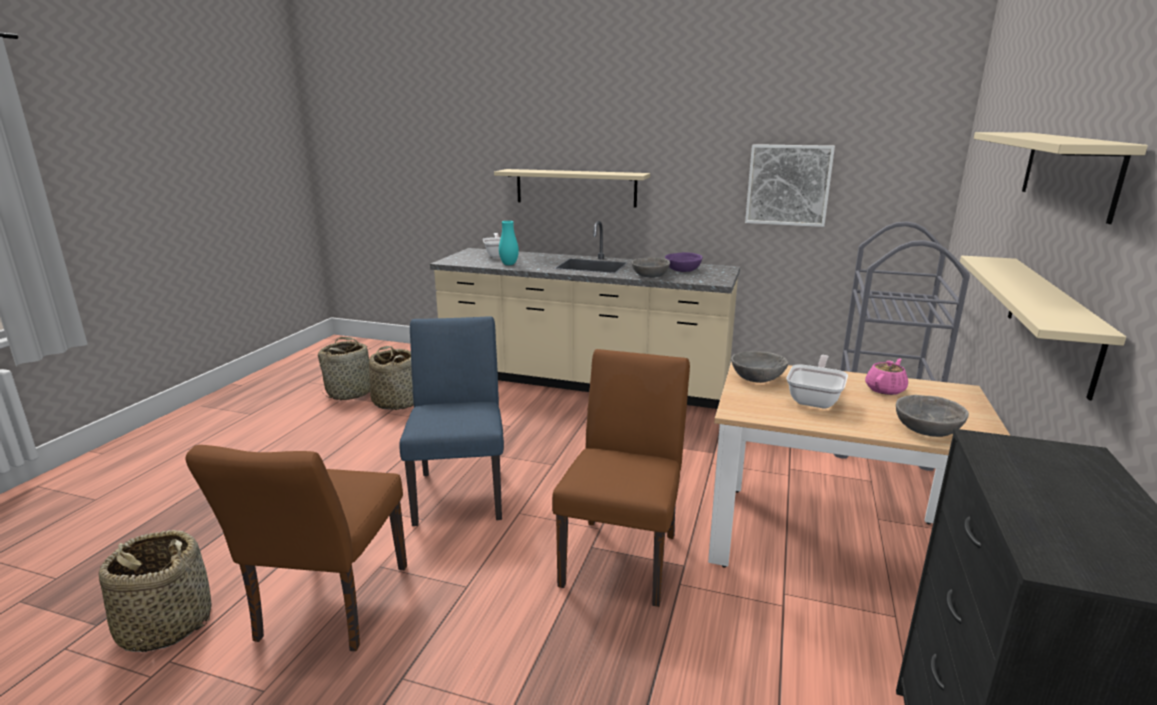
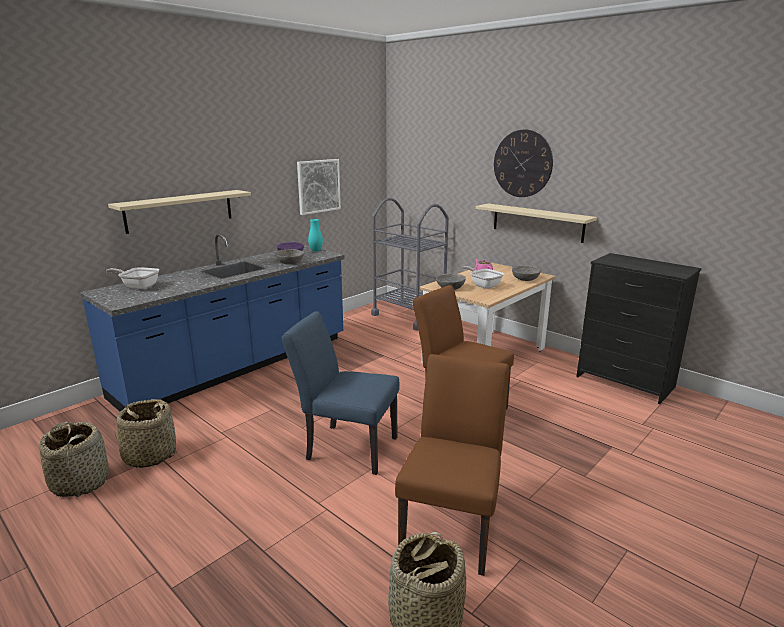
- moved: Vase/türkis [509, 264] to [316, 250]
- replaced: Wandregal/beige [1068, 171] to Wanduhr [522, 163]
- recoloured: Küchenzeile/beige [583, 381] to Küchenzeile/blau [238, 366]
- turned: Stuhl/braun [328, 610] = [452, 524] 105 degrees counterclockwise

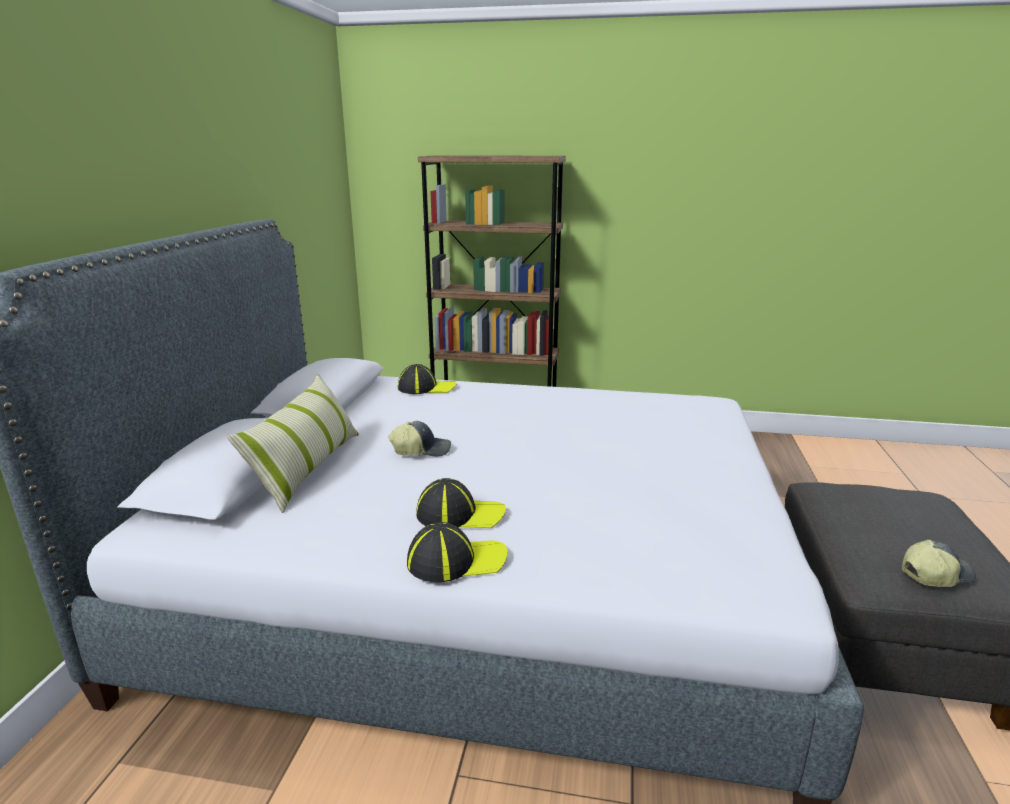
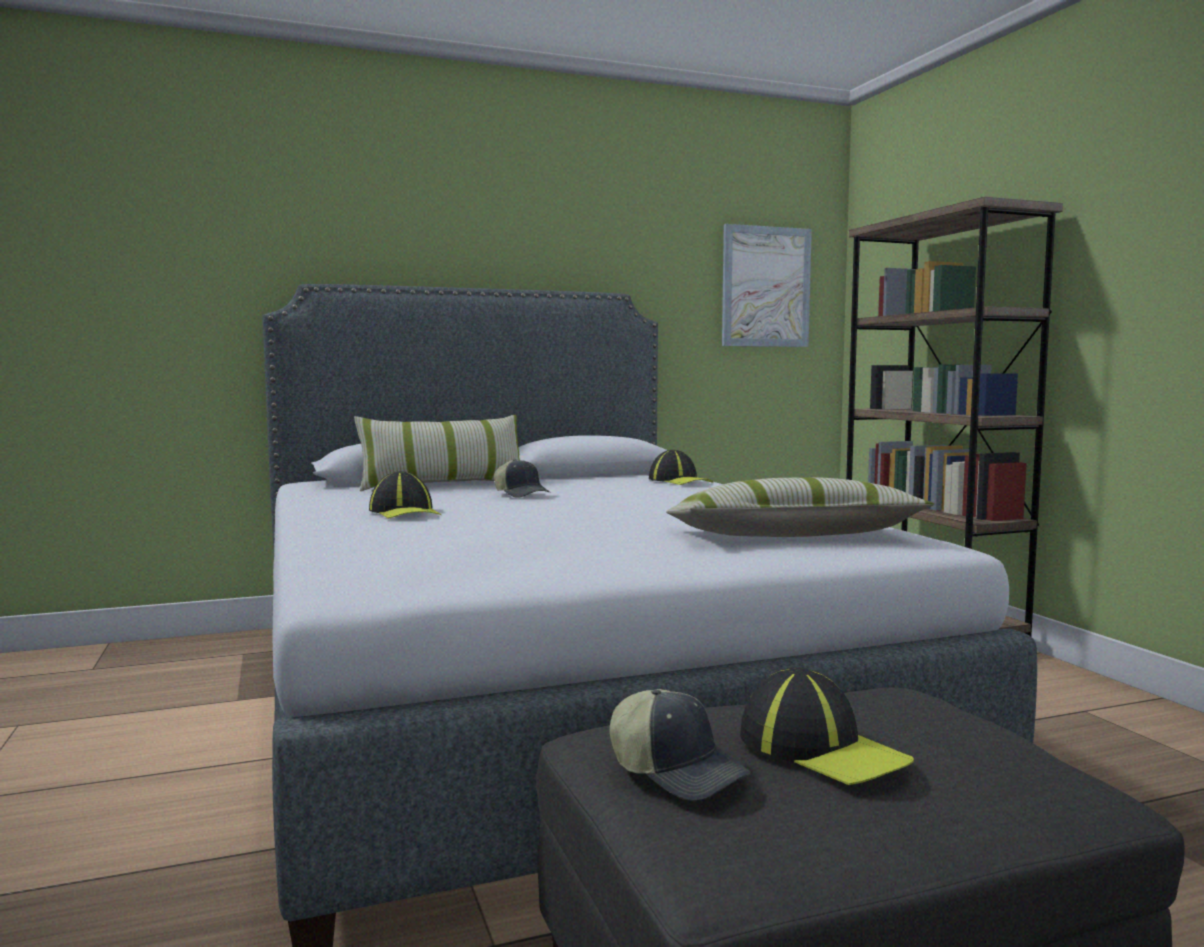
- added: Kissen [793, 537]
- added: Bild [766, 287]
- moved: Kappe [456, 560] to [822, 749]

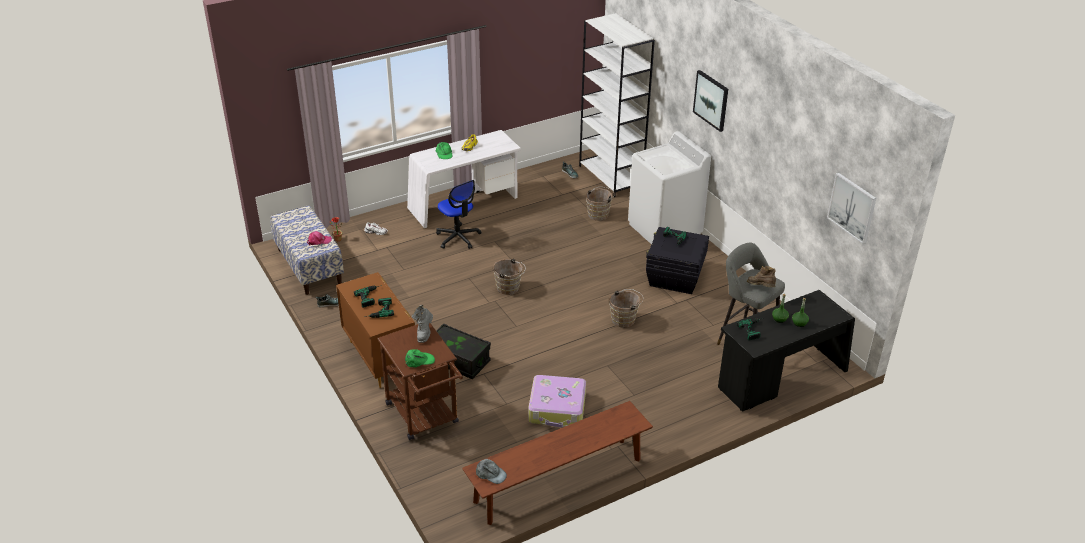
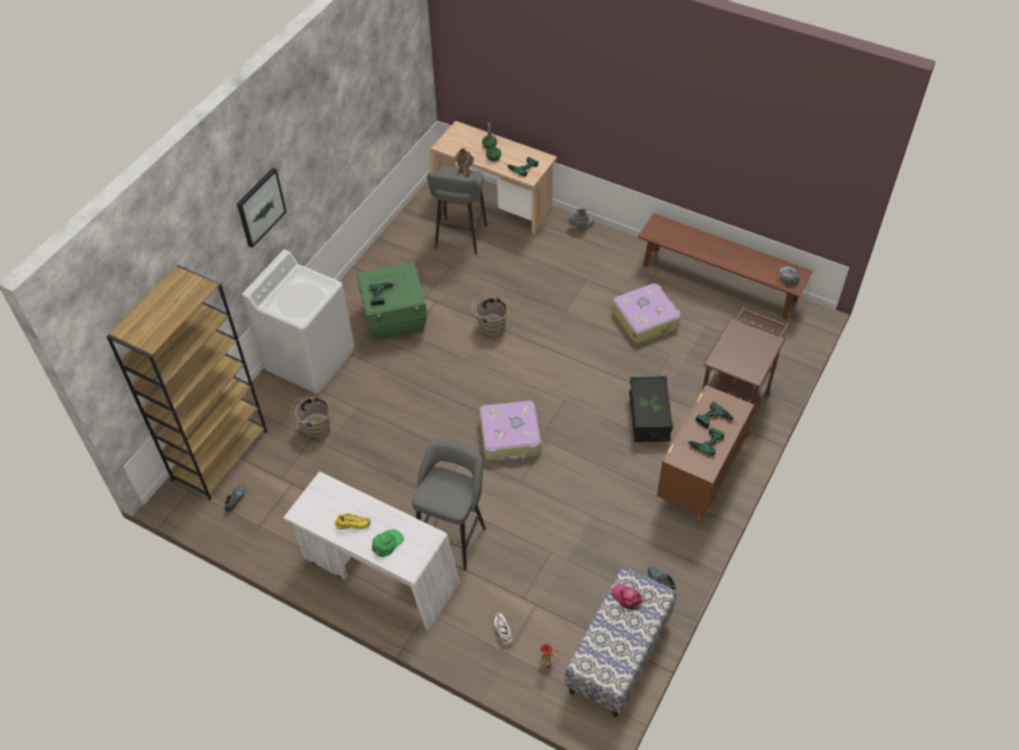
- removed: Kappe/grün [419, 360]
- removed: Bild [852, 207]
- moved: Stiefel/grau [424, 333] to [581, 226]
- replaced: Bürostuhl [458, 237] to Hocker/grau [453, 536]
- replaced: Eimer/braun [509, 288] to Koffer [510, 437]
- recoloured: Bücherregal/weiß [611, 177] to Bücherregal/braun [220, 455]
- recoloured: Aufbewahrungsbox/schwarz [674, 278] to Aufbewahrungsbox/grün [395, 318]
- recoloured: Schreibtisch/schwarz [780, 379] to Schreibtisch/beige [491, 204]

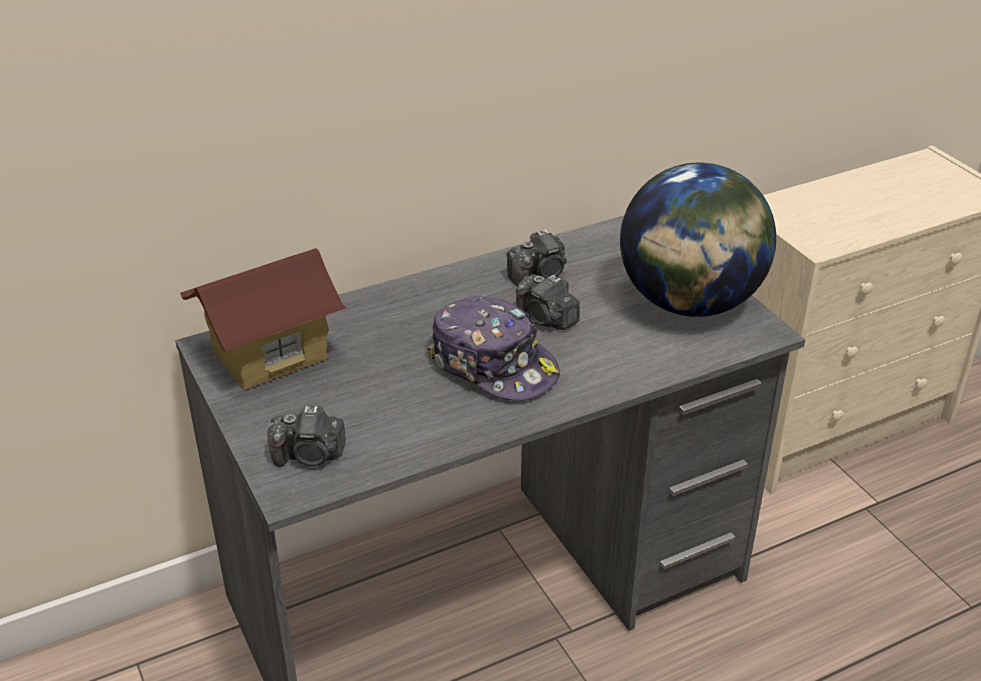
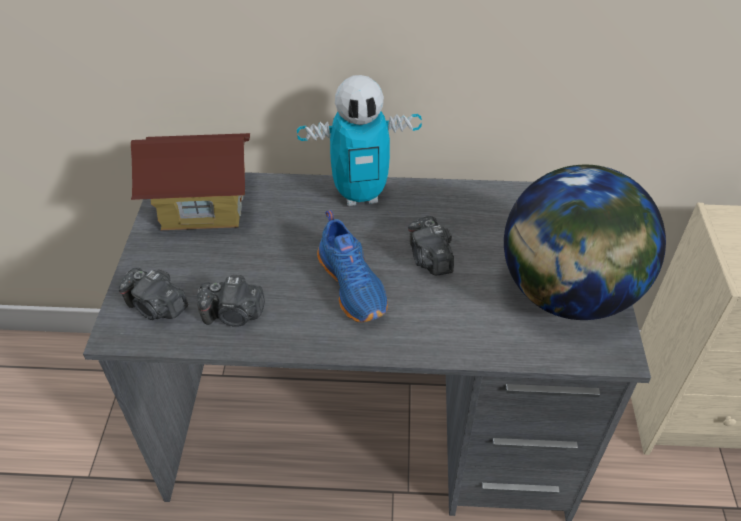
- added: Spielzeugroboter [360, 195]
- moved: Kamera [539, 275] to [234, 315]
- replaced: Kappe [494, 364] to Schuh/blau [353, 285]

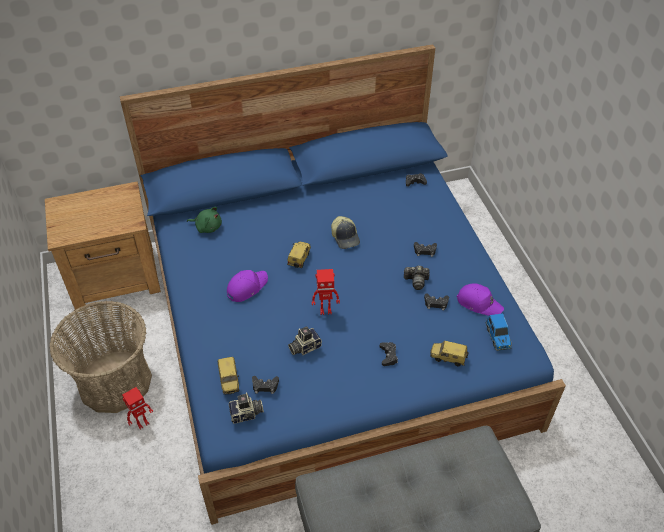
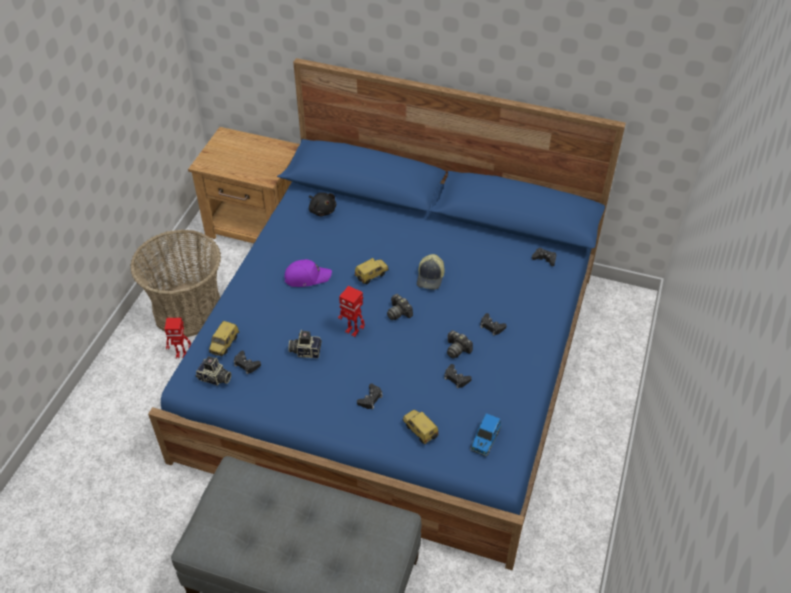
- removed: Kappe/lila [479, 303]
- added: Kamera [399, 312]
- recoloured: Plüschtier/grün [207, 227] to Plüschtier/schwarz [322, 210]

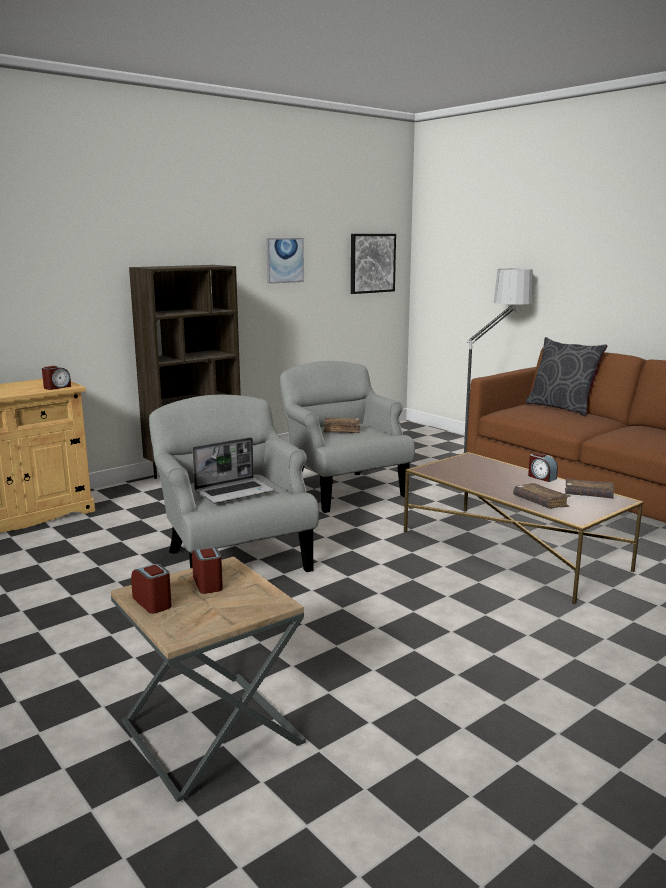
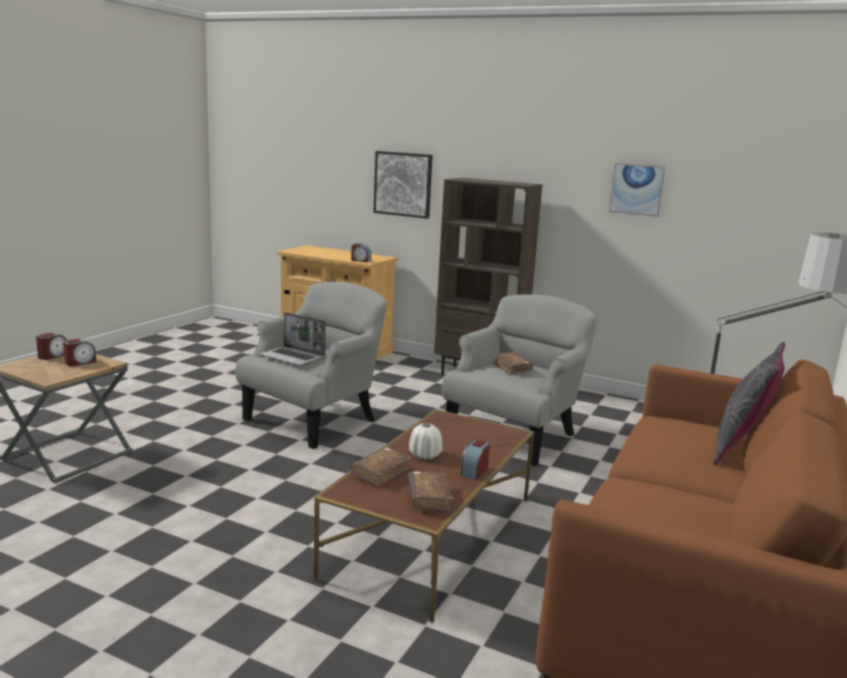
- added: Vase/weiß [425, 455]
- moved: Bild [372, 263] to [403, 184]

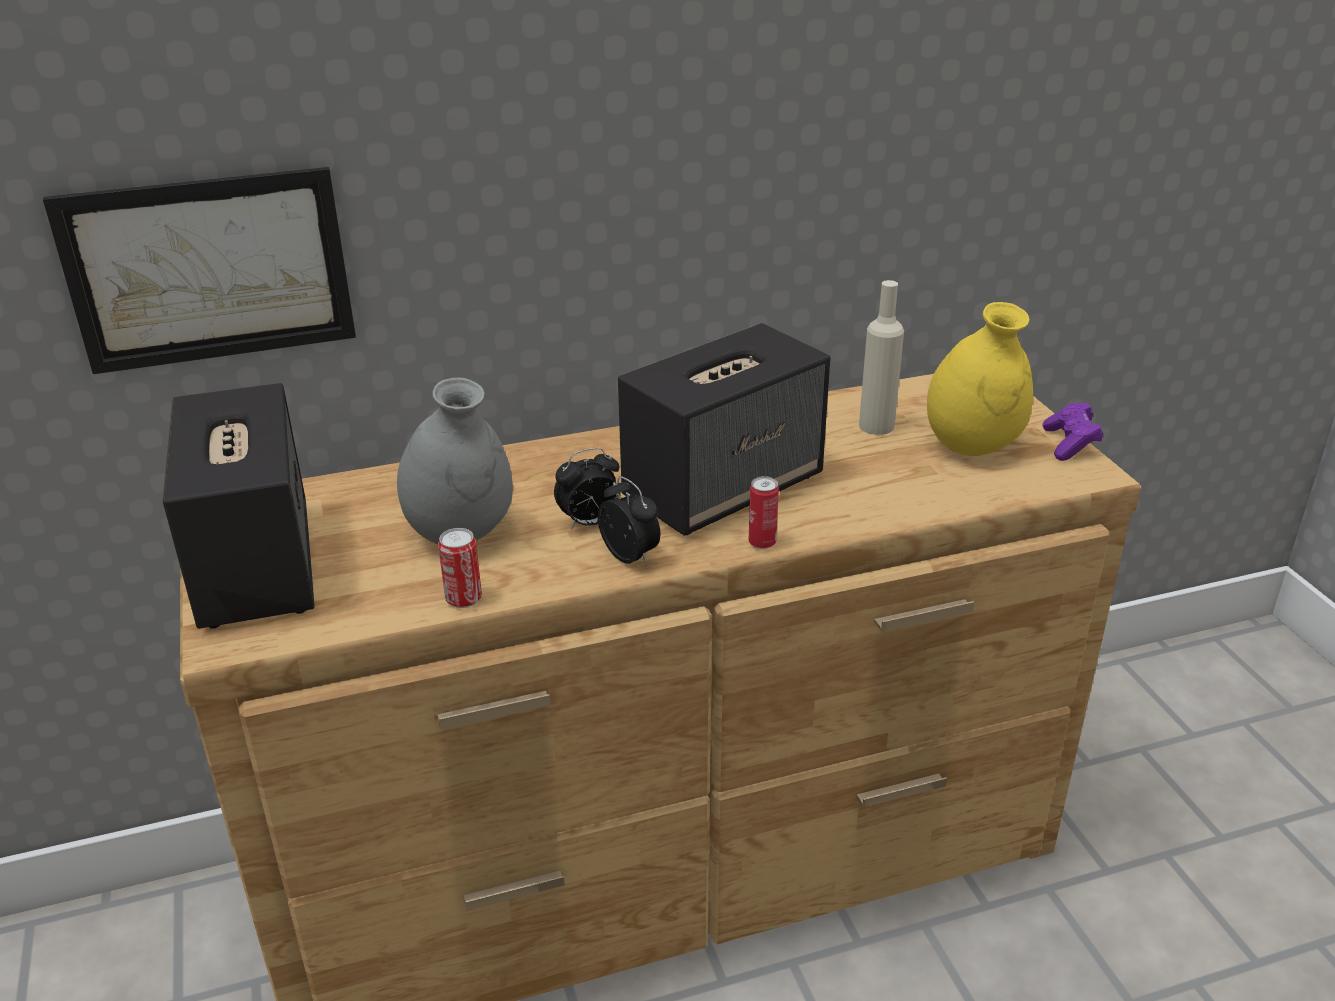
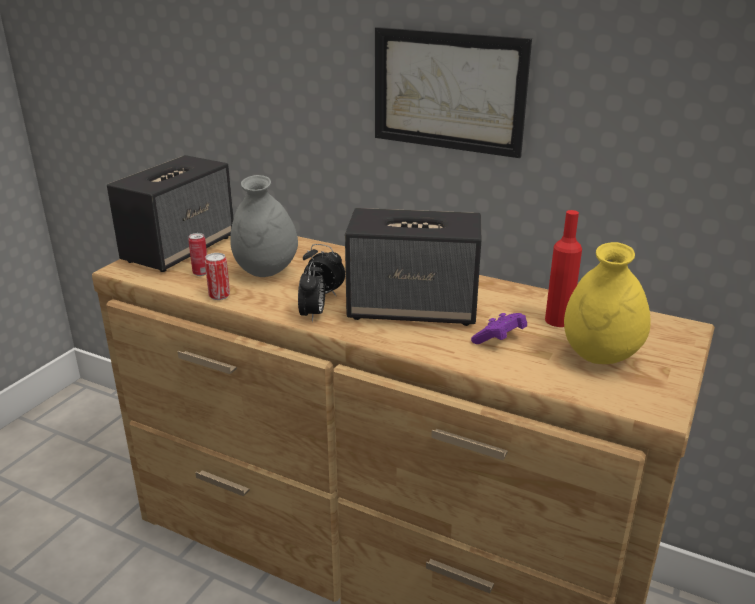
- moved: Bild [209, 270] to [448, 91]
- moved: Dose [762, 543] to [201, 273]
- moved: Gamepad/lila [1070, 444] to [499, 339]
- recoloured: Flasche/beige [876, 426] to Flasche/rot [558, 320]

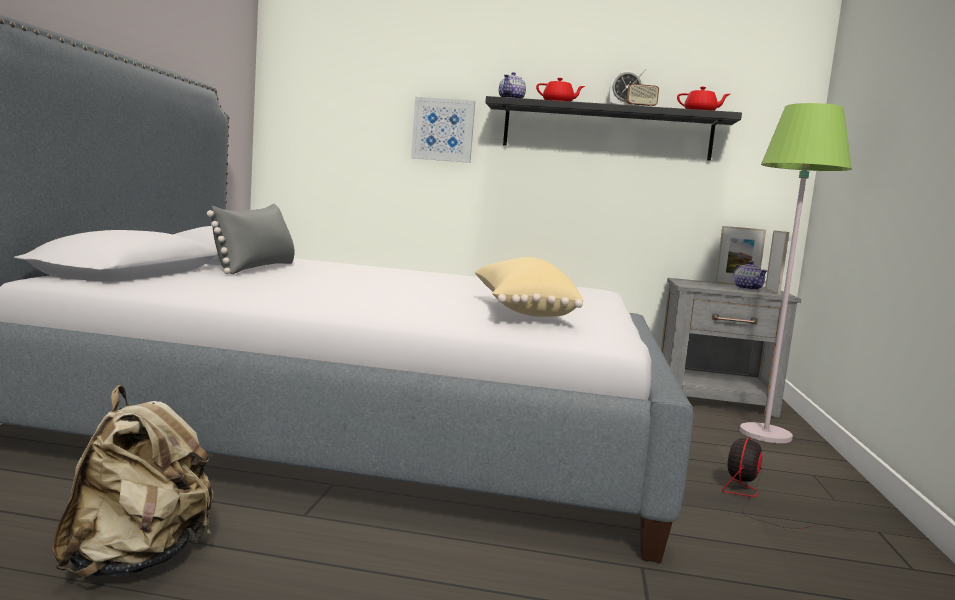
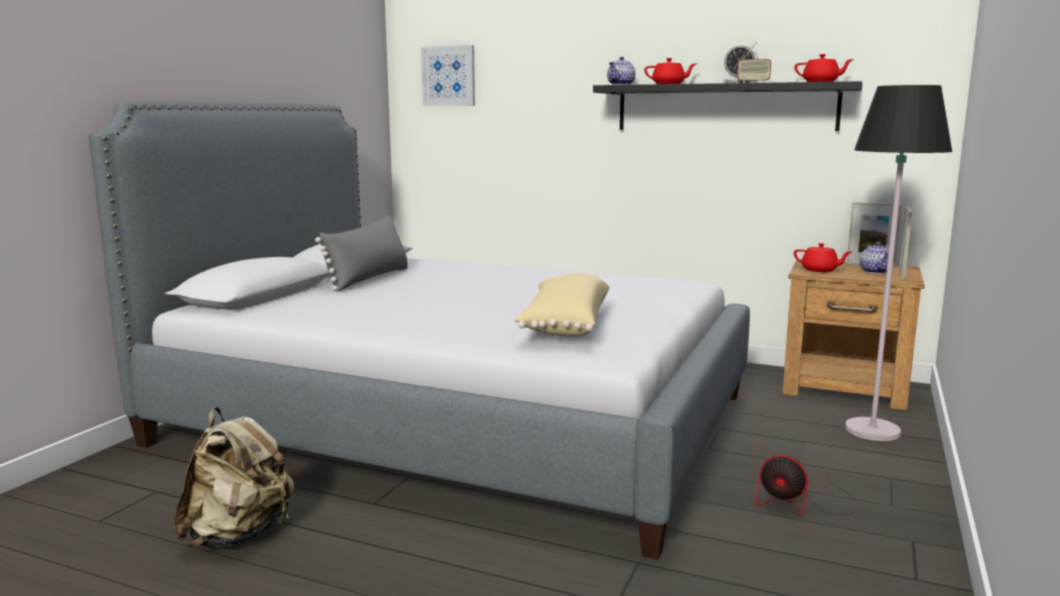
- added: Teekanne/rot [820, 270]
- moved: Bild [443, 130] to [448, 76]
- recoloured: Nachttisch/grau [716, 399] to Nachttisch/braun [846, 388]
- recoloured: Stehlampe/grün [765, 434] to Stehlampe/schwarz [872, 431]
- turned: Ventilator [756, 500] = [801, 503] 105 degrees counterclockwise

